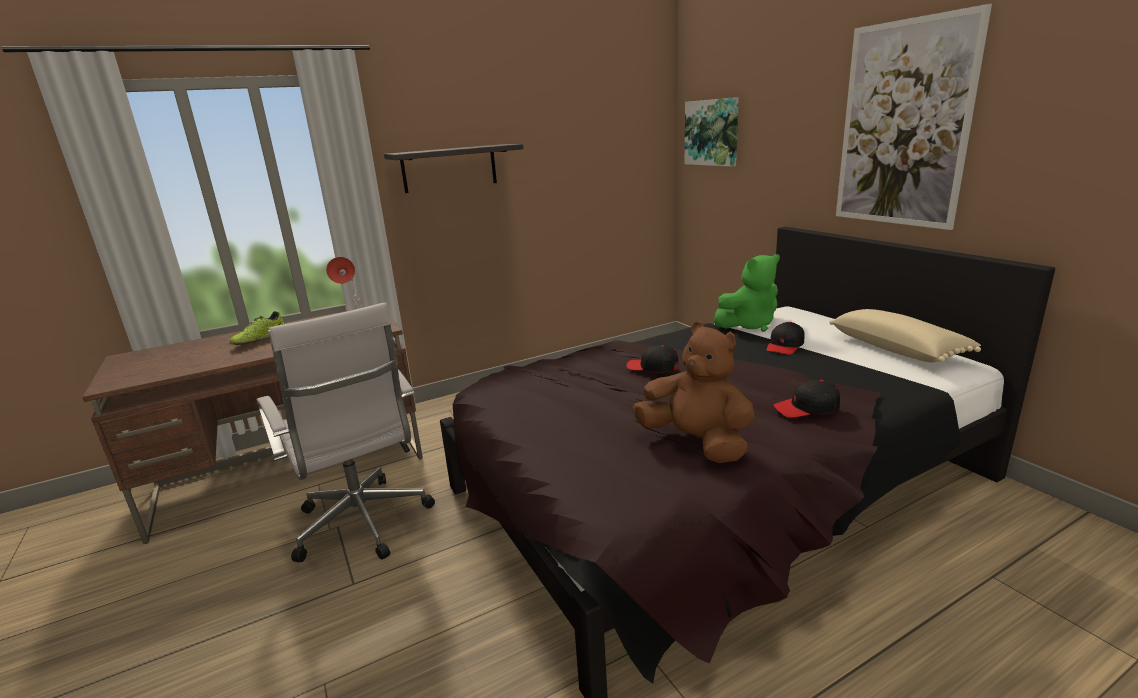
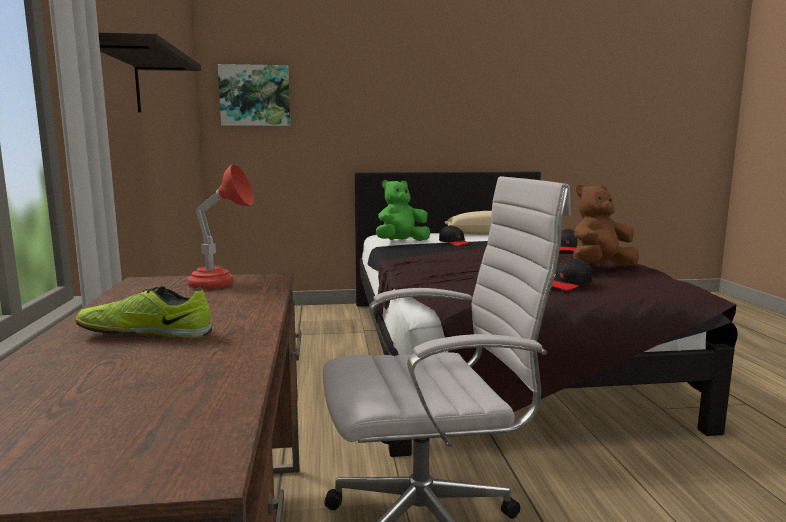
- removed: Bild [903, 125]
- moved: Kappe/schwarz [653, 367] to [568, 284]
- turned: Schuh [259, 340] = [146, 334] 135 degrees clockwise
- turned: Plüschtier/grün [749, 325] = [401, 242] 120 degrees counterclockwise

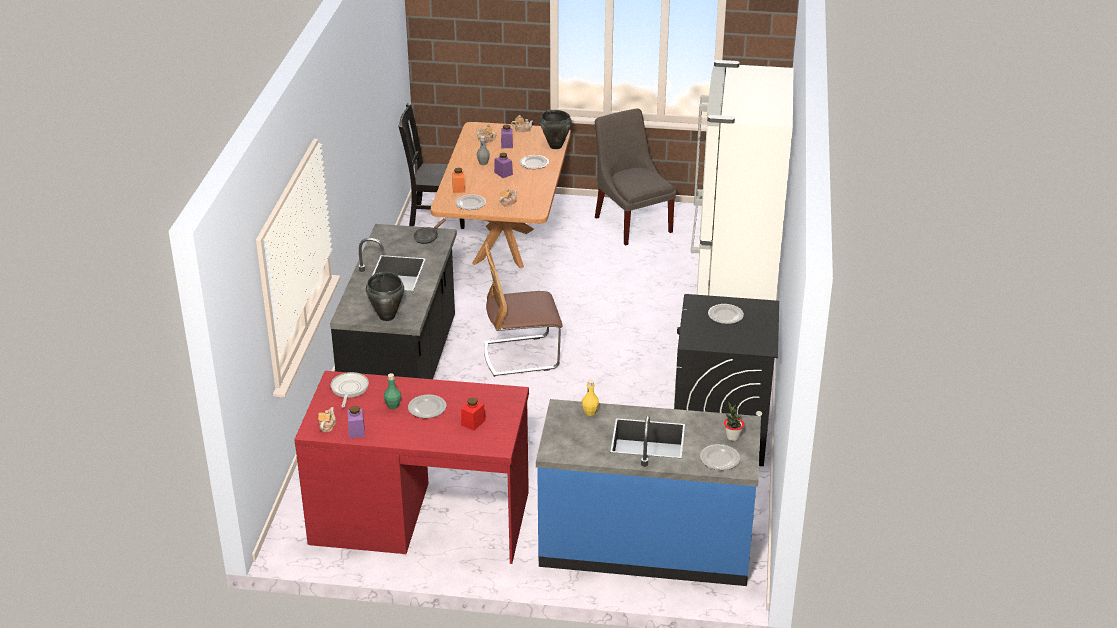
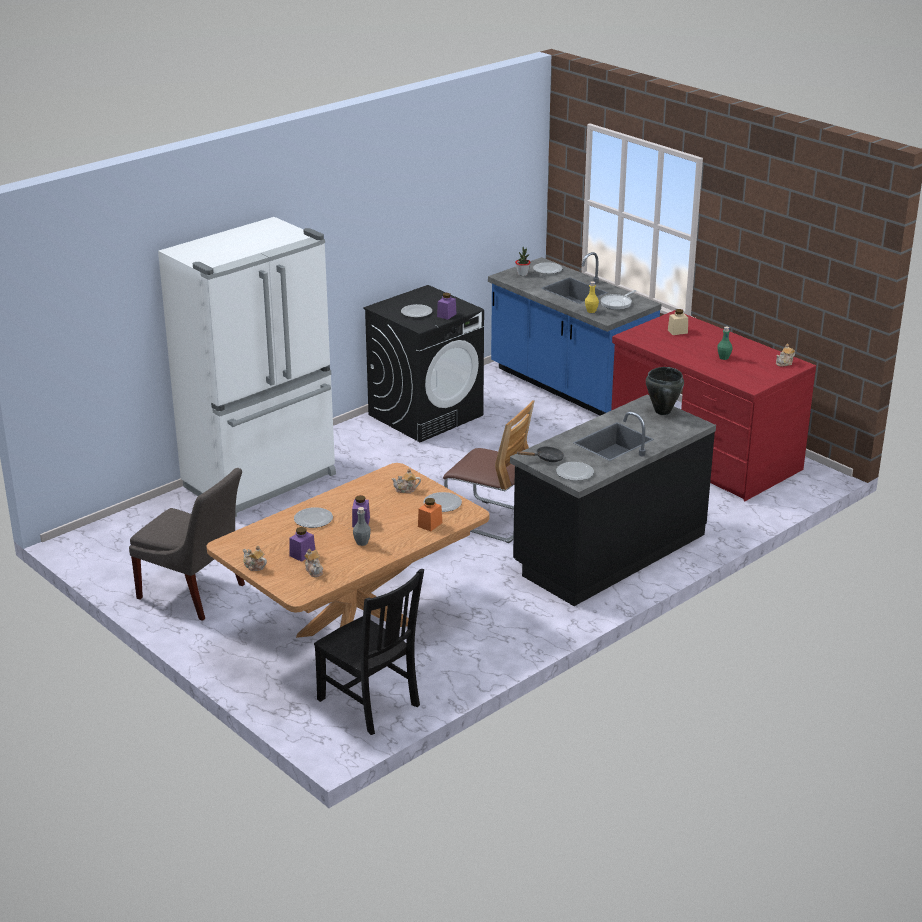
- removed: Kochtopf/schwarz [555, 146]
- moved: Pfanne [349, 389] to [617, 303]
- moved: Vorratsglas/lila [356, 431] to [446, 315]
- moved: Teller [427, 408] to [574, 473]
- recoloured: Vorratsglas/rot [473, 422] to Vorratsglas/beige [677, 331]
- turned: Stuhl/grau [632, 222] = [194, 593] 75 degrees counterclockwise

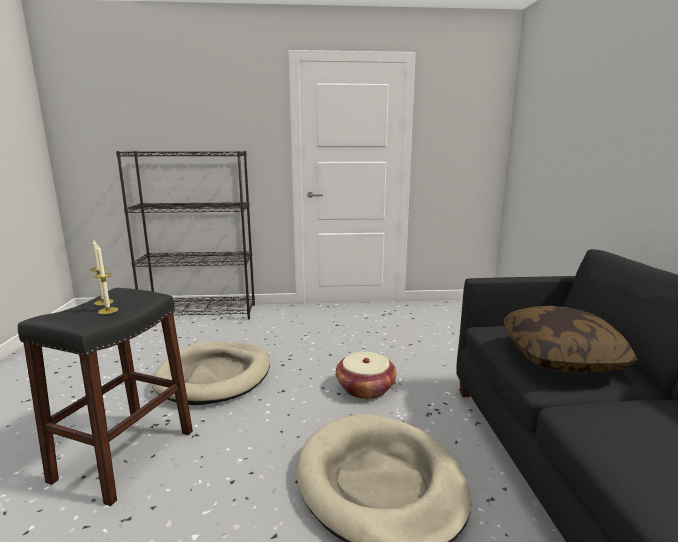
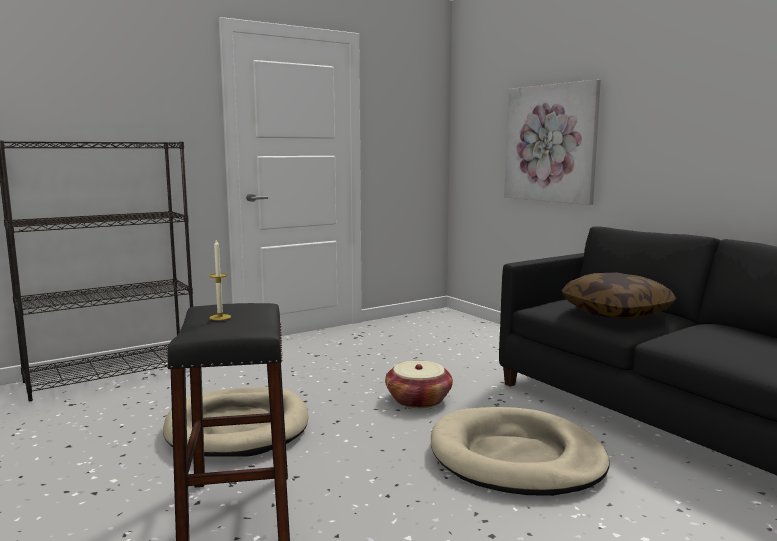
- removed: Kerze [108, 311]
- added: Bild [550, 143]

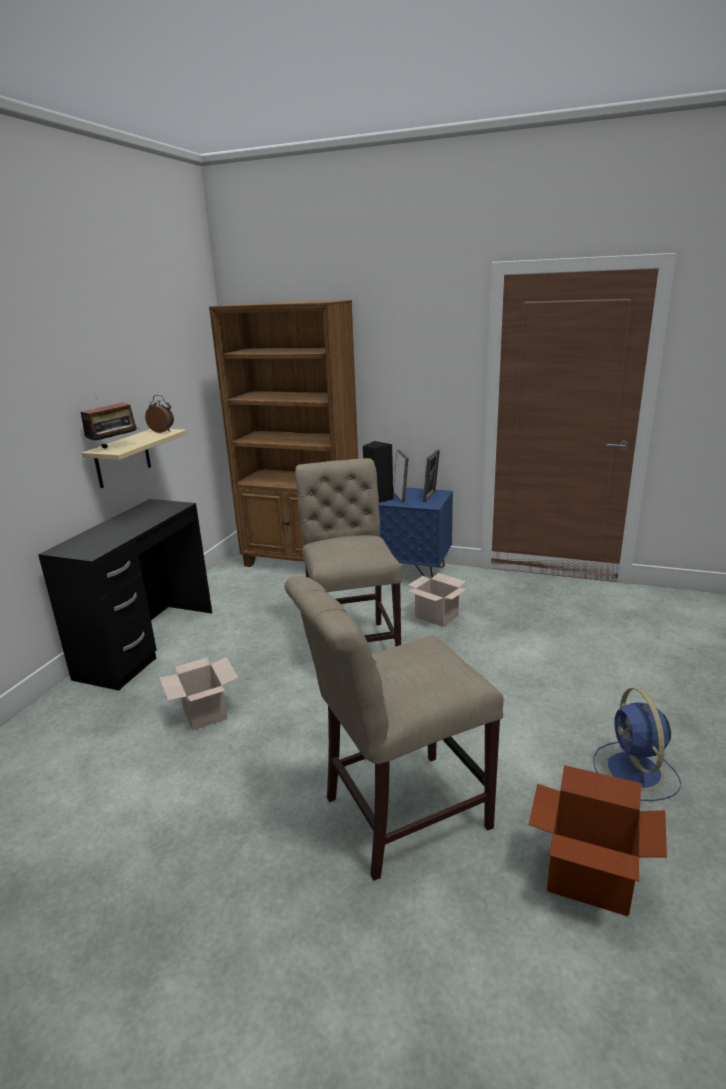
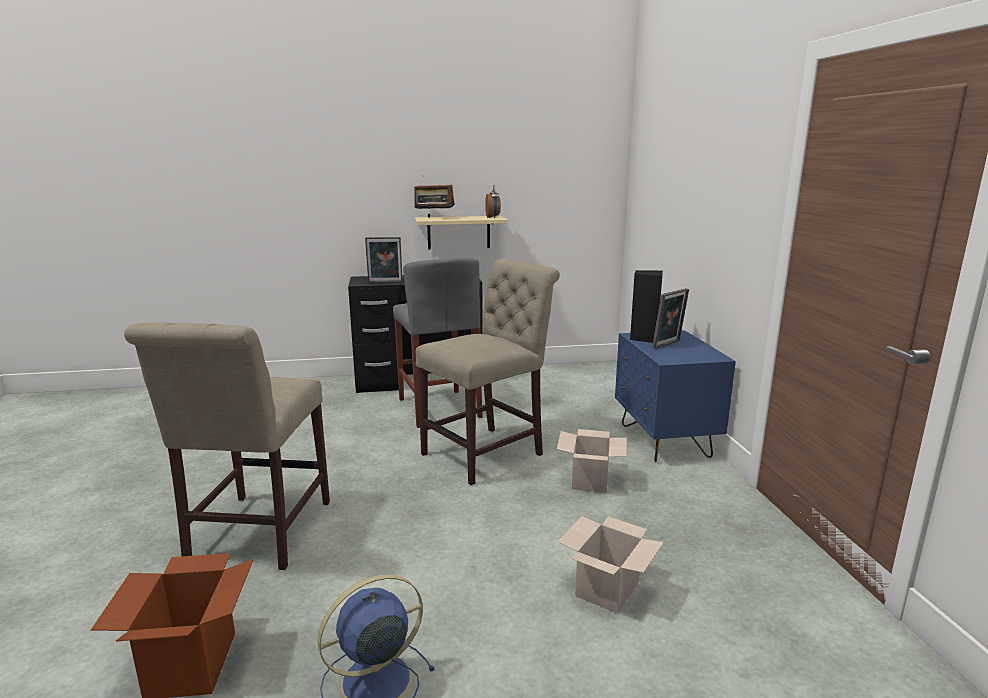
- removed: Bücherregal/braun [303, 562]
- added: Hocker/grau [439, 408]
- moved: Karton [203, 712] to [607, 588]
- moved: Bilderrahmen [431, 497] to [385, 282]
- turned: Stuhl/beige [397, 814] = [256, 535] 120 degrees counterclockwise

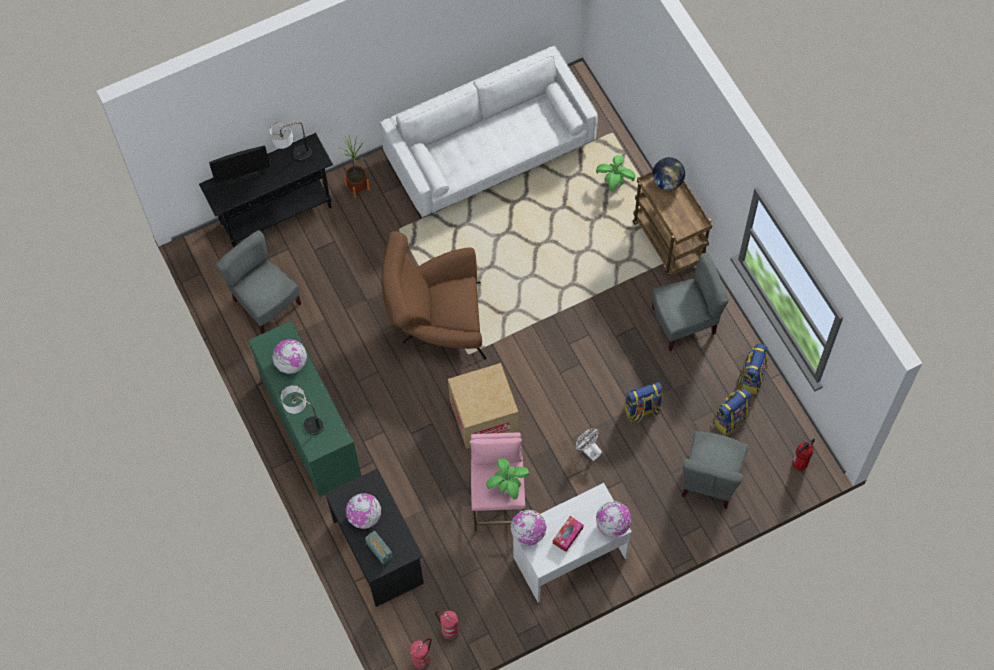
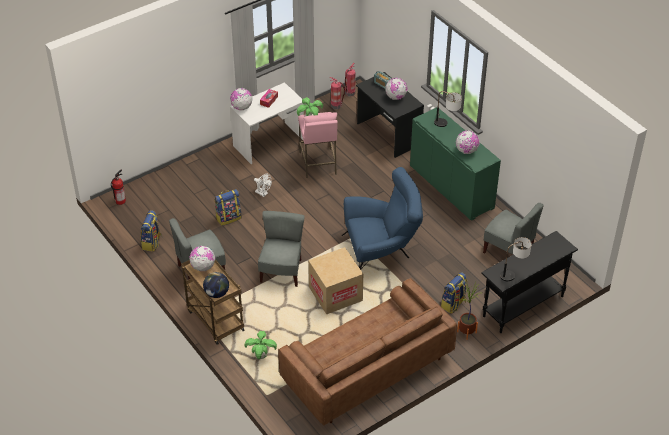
- removed: Monitor [242, 175]
- moved: Karton [484, 416] to [335, 294]
- moved: Globus [528, 533] to [203, 267]
- moved: Stuhl/grau [710, 479] to [282, 271]
- moved: Rucksack [730, 419] to [453, 304]
- recoloured: Sofa/weiß [489, 151] to Sofa/braun [367, 369]
- recoloured: Sessel/braun [436, 323] to Sessel/blau [381, 251]

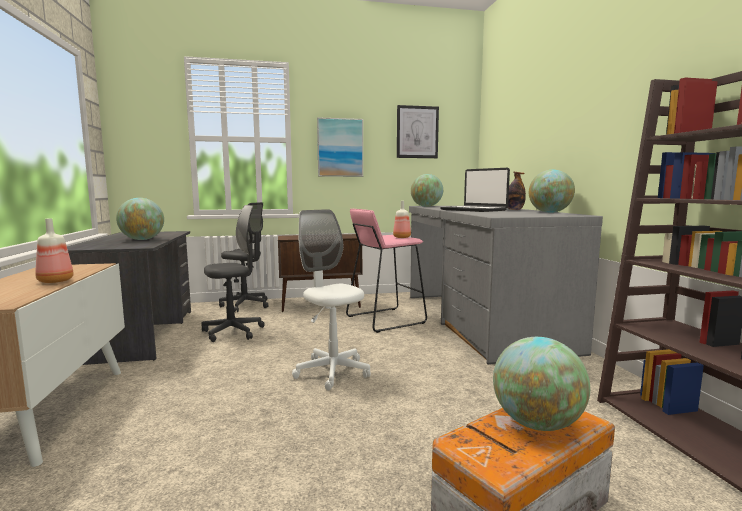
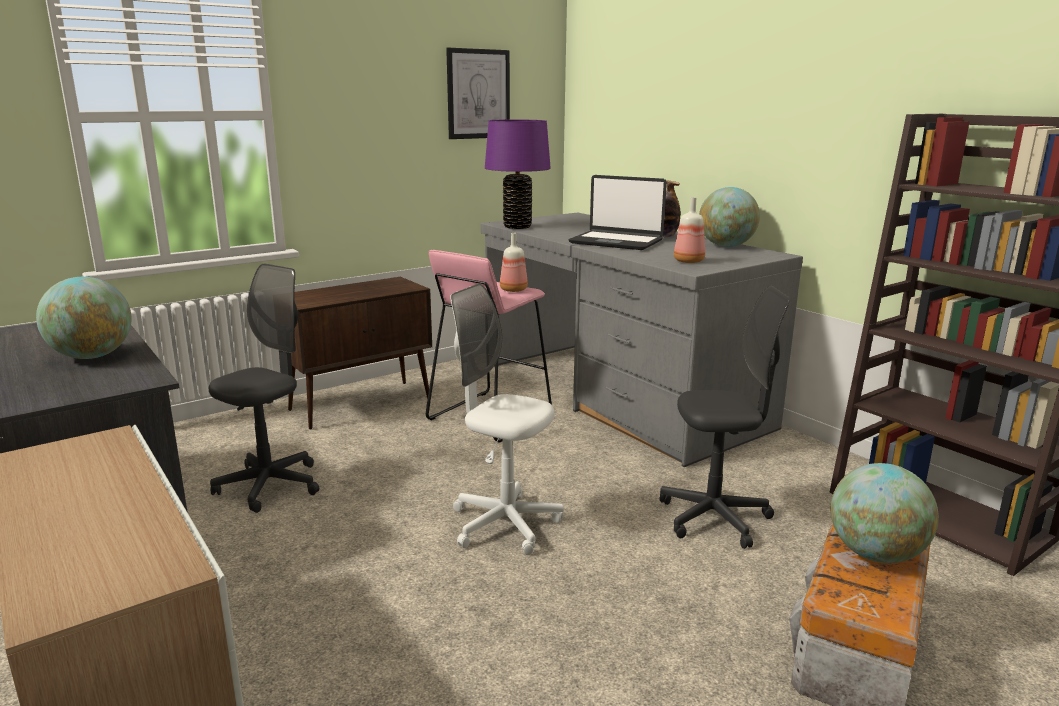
- removed: Bild [340, 148]
- moved: Flasche [55, 281] to [689, 261]
- moved: Bürostuhl/grau [246, 305] to [714, 518]
- replaced: Globus [426, 206] to Tischlampe/lila [517, 226]

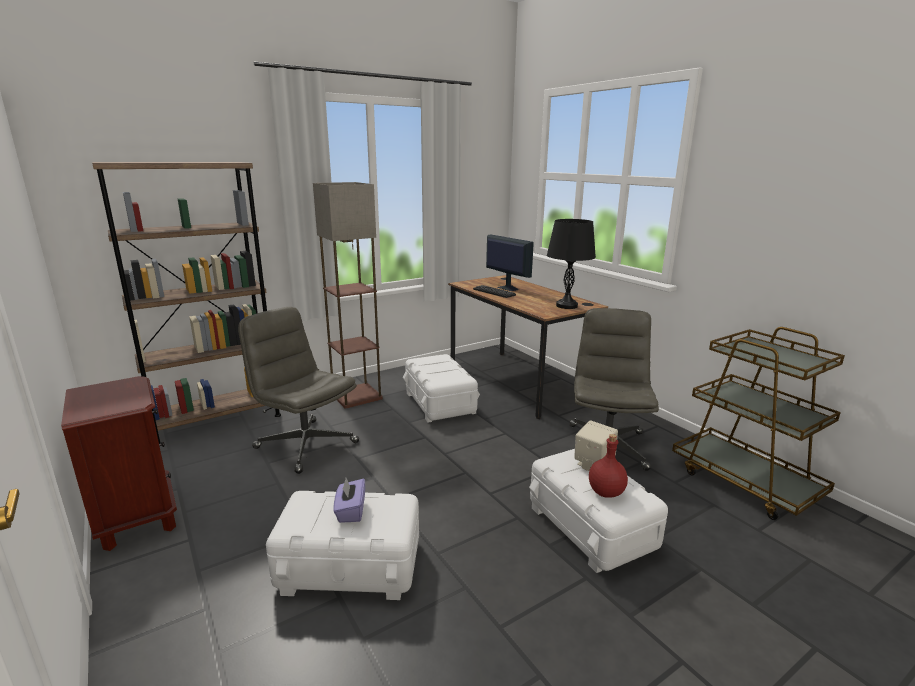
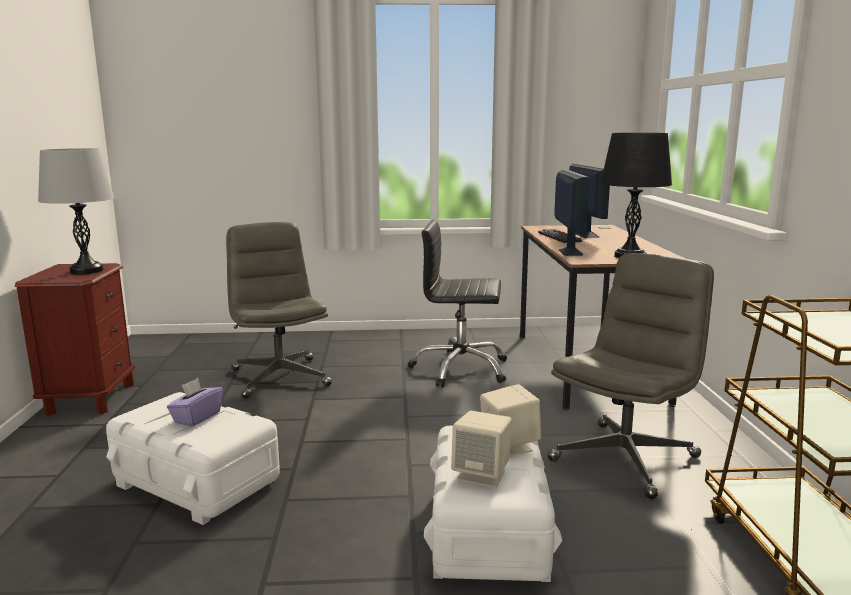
- removed: Bücherregal/braun [217, 420]
- removed: Stehlampe [356, 395]
- added: Tischlampe/grau [86, 271]
- added: Monitor [570, 252]
- replaced: Aufbewahrungsbox/weiß [439, 403] to Bürostuhl/schwarz [460, 369]
- replaced: Flasche/rot [606, 492] to Lautsprecher/beige [482, 475]

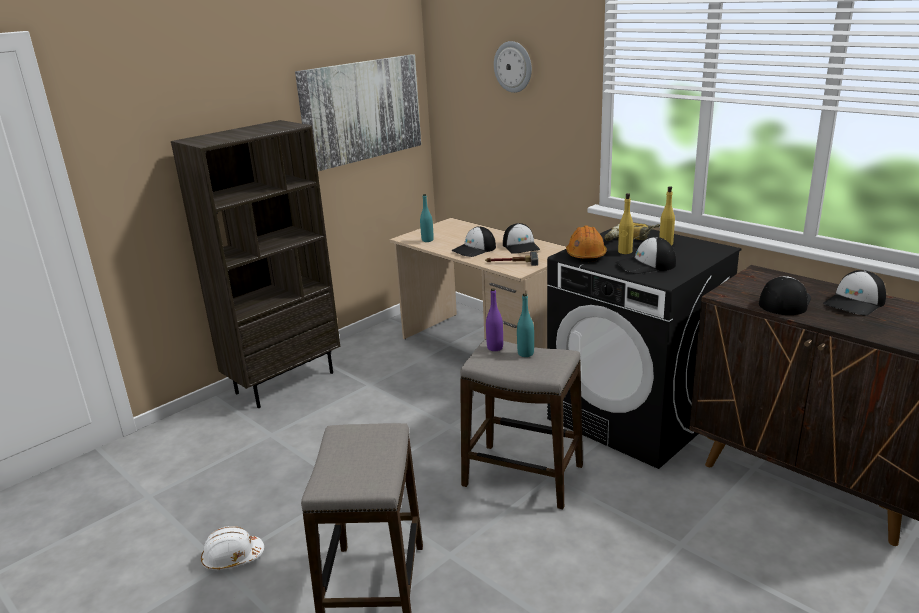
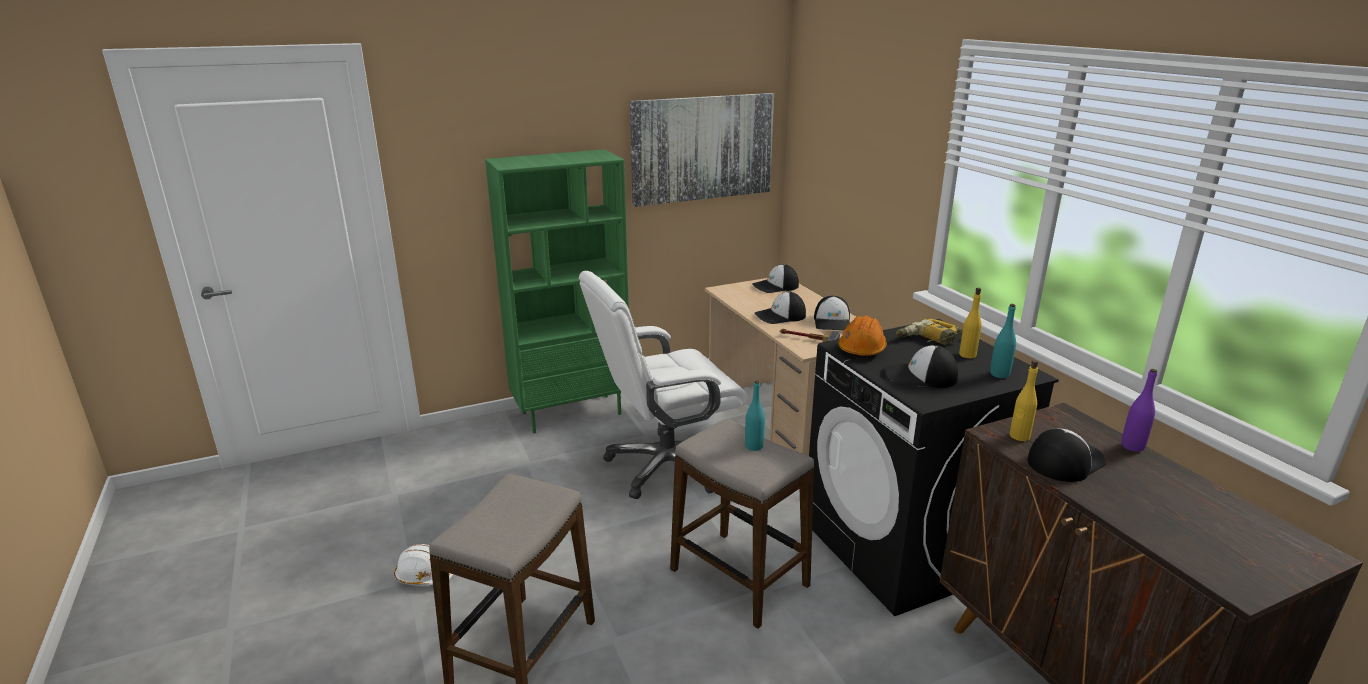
- removed: Wanduhr [513, 66]
- added: Bürostuhl/weiß [666, 466]
- moved: Flasche/türkis [427, 240] to [999, 374]
- moved: Flasche/lila [495, 348] to [1132, 446]
- moved: Flasche/gelb [625, 252] to [1019, 436]
- moved: Kappe [855, 303] to [775, 286]
- recoloured: Bücherregal/braun [285, 382] to Bücherregal/grün [572, 413]

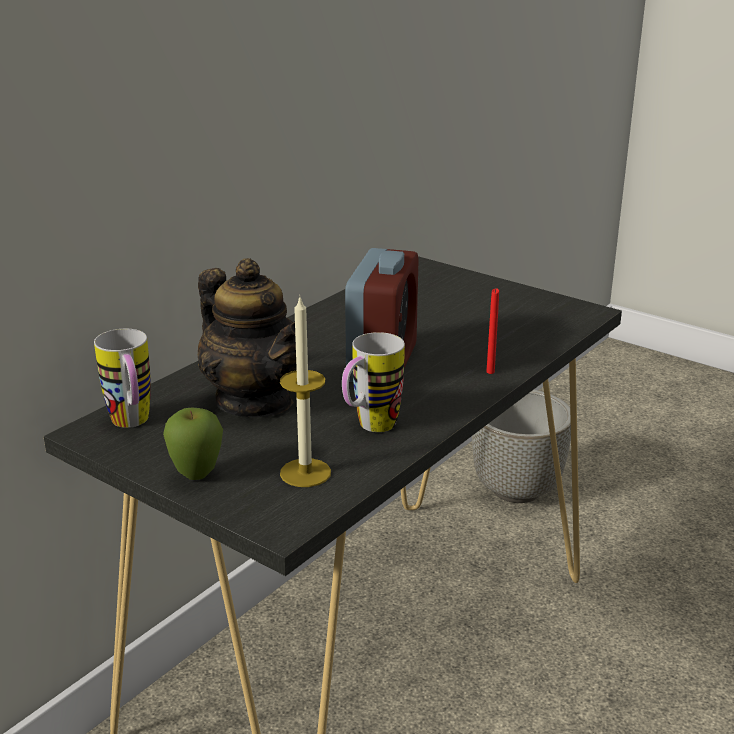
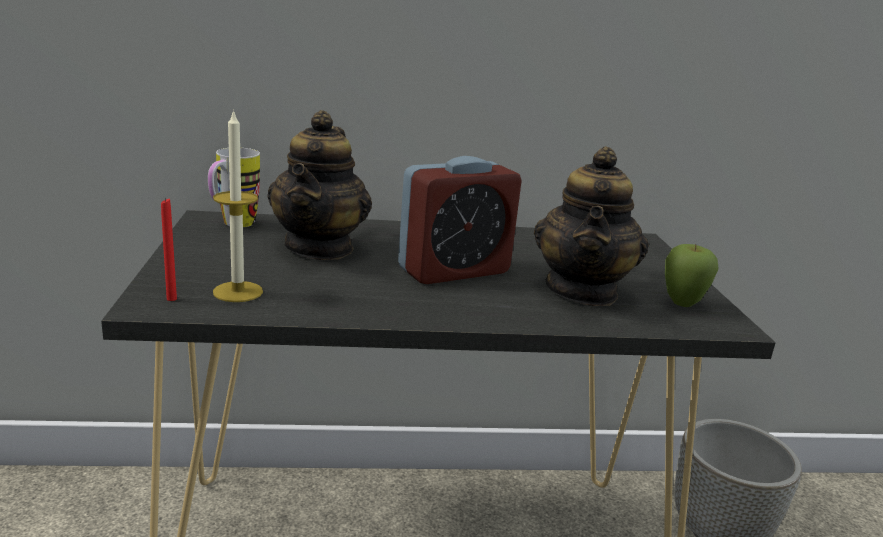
- removed: Henkelbecher [369, 428]
- added: Teekanne [582, 291]
- moved: Apfel [197, 476] to [682, 305]
- moved: Kerze/rot [490, 372] to [171, 299]

